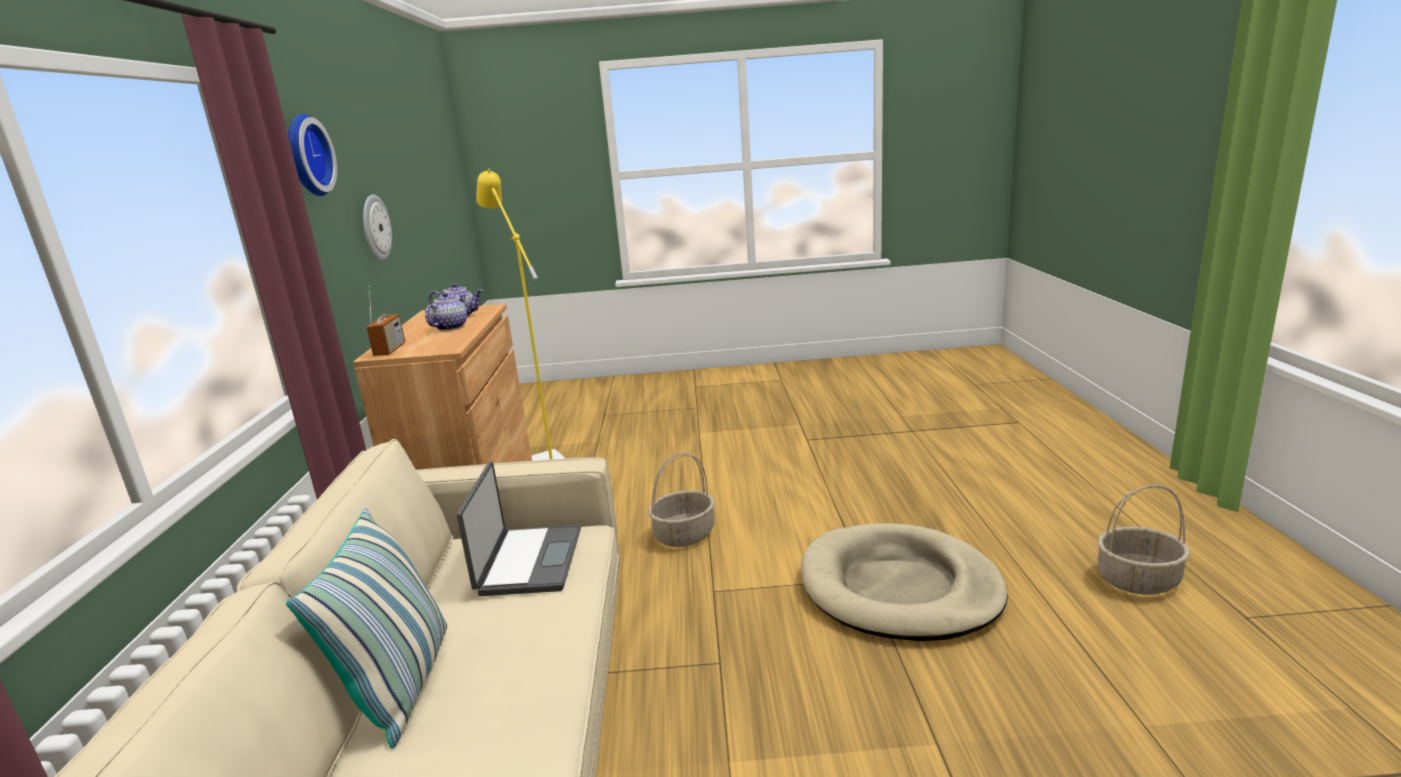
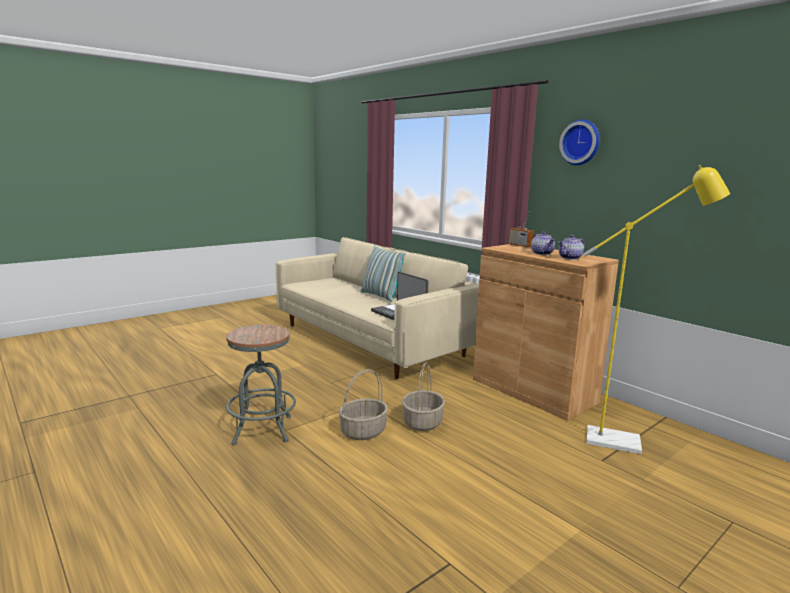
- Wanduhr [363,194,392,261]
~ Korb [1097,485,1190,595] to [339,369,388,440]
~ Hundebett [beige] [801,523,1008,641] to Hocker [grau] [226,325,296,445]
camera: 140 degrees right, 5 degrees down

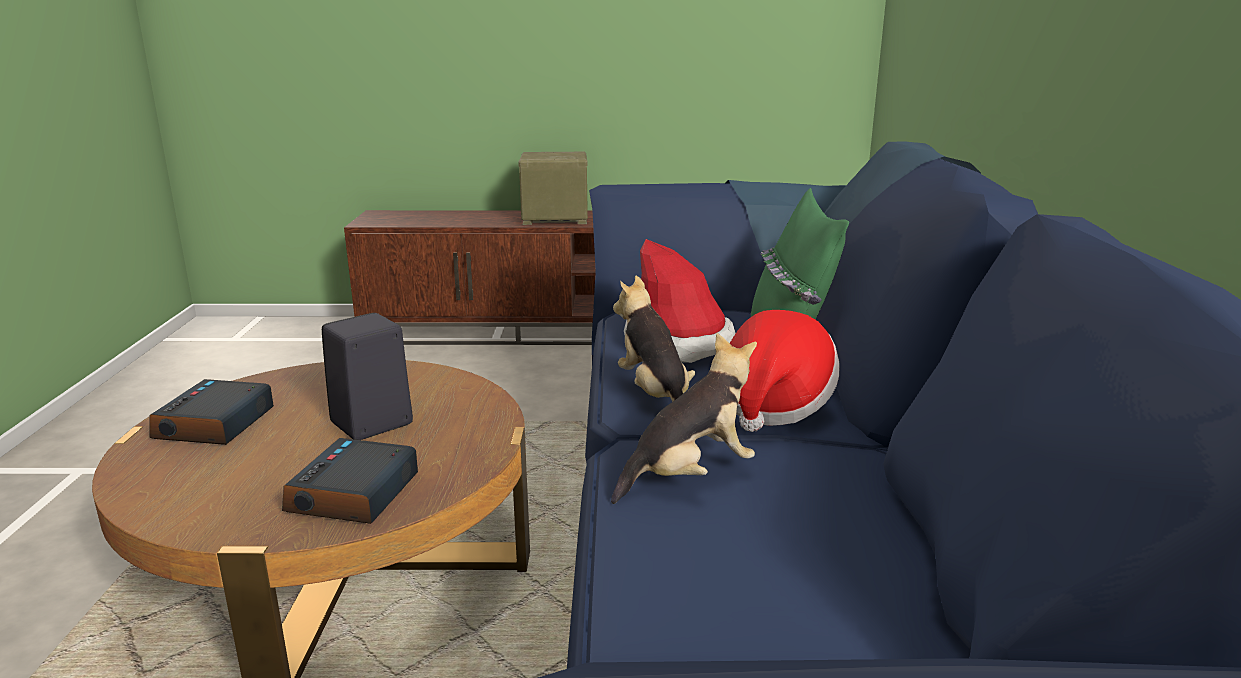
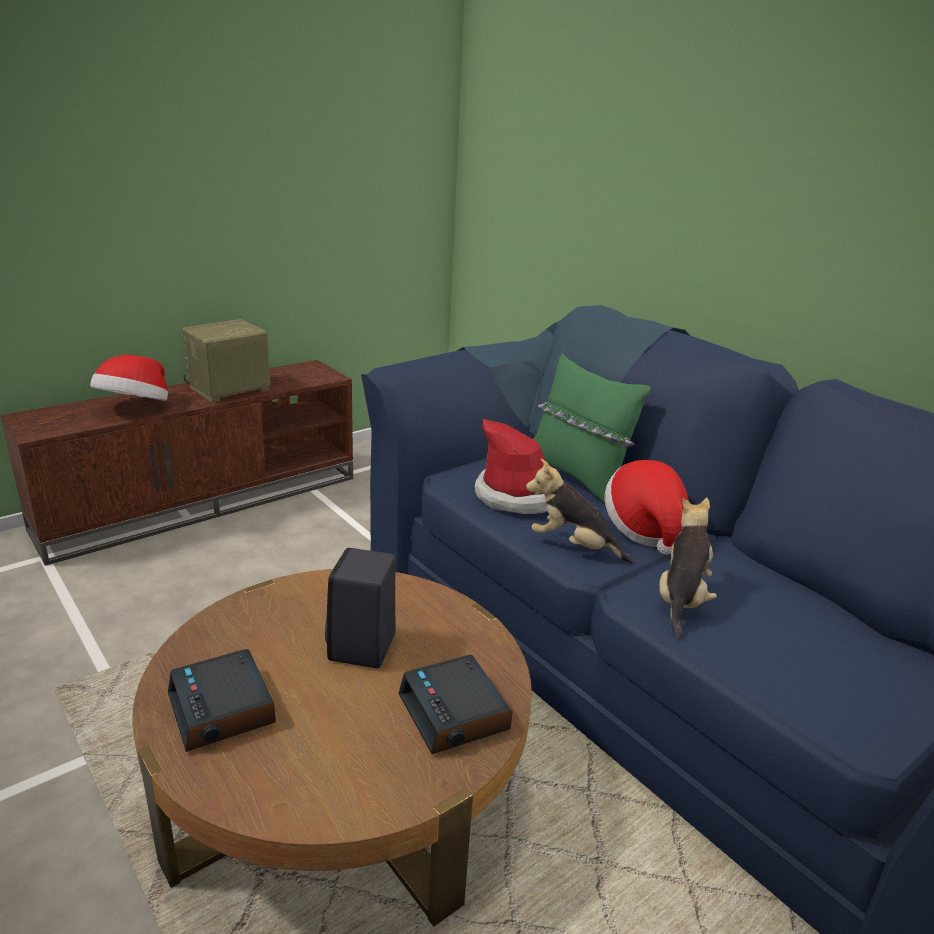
+ Hut [90,355,168,401]
camera: 40 degrees left, 5 degrees up

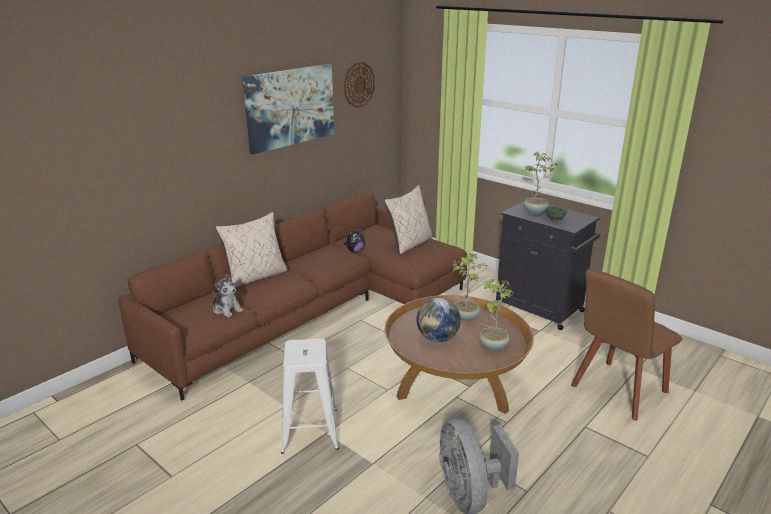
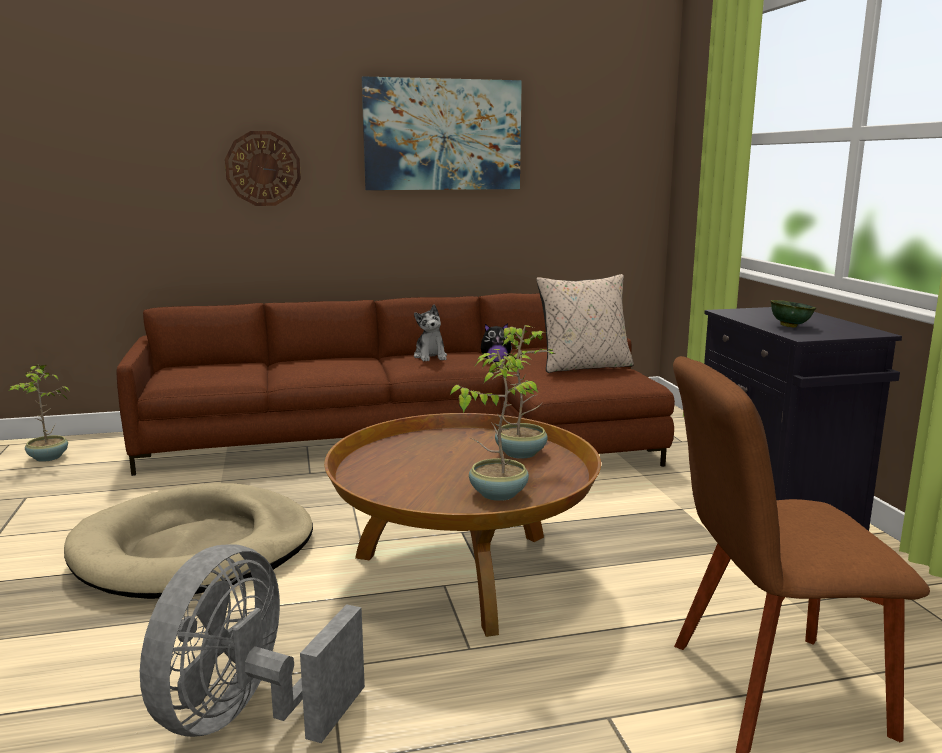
~ Wanduhr [344,62,375,108] to [225,131,301,206]
~ Topfpflanze [524,152,557,214] to [9,363,69,462]
- Kissen [beige] [216,212,288,288]
~ Plüschtier [212,274,243,318] to [414,305,447,362]
- Globus [417,297,461,342]
~ Hocker [weiß] [281,338,339,454] to Hundebett [beige] [64,483,313,599]
camera: 35 degrees right, 10 degrees down

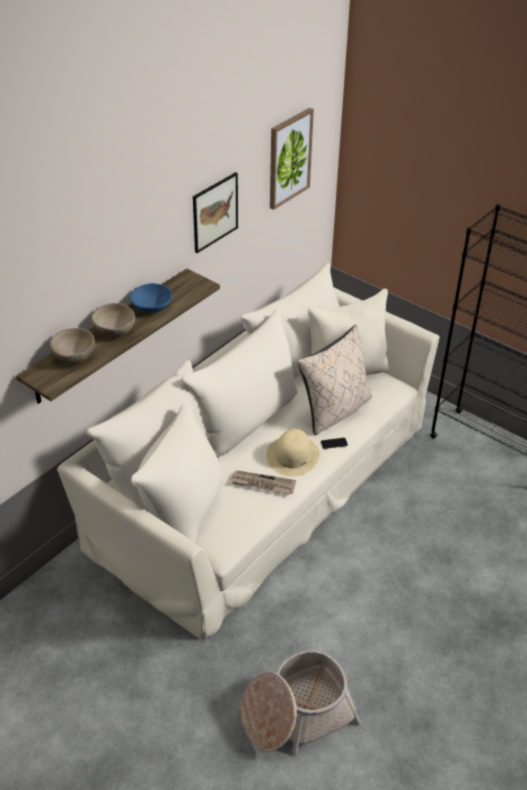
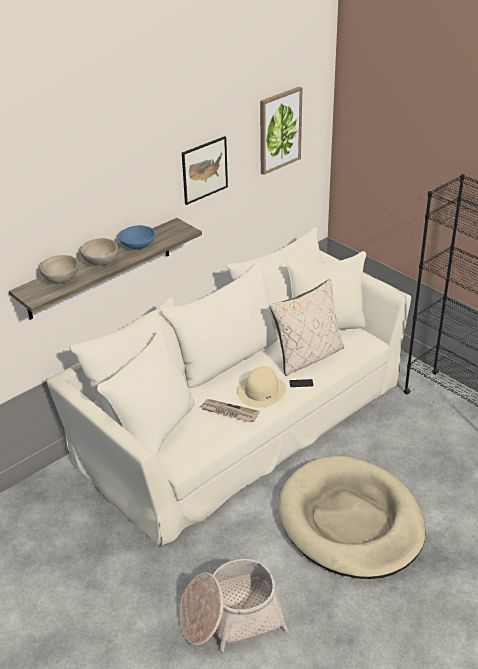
+ Hundebett [beige] [278,455,426,579]
camera: 10 degrees right, 5 degrees down

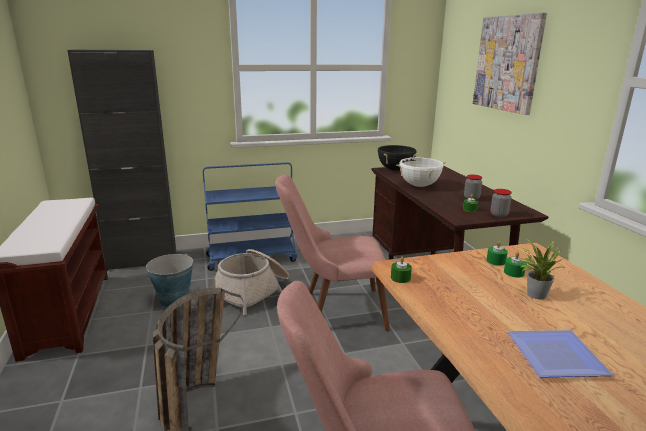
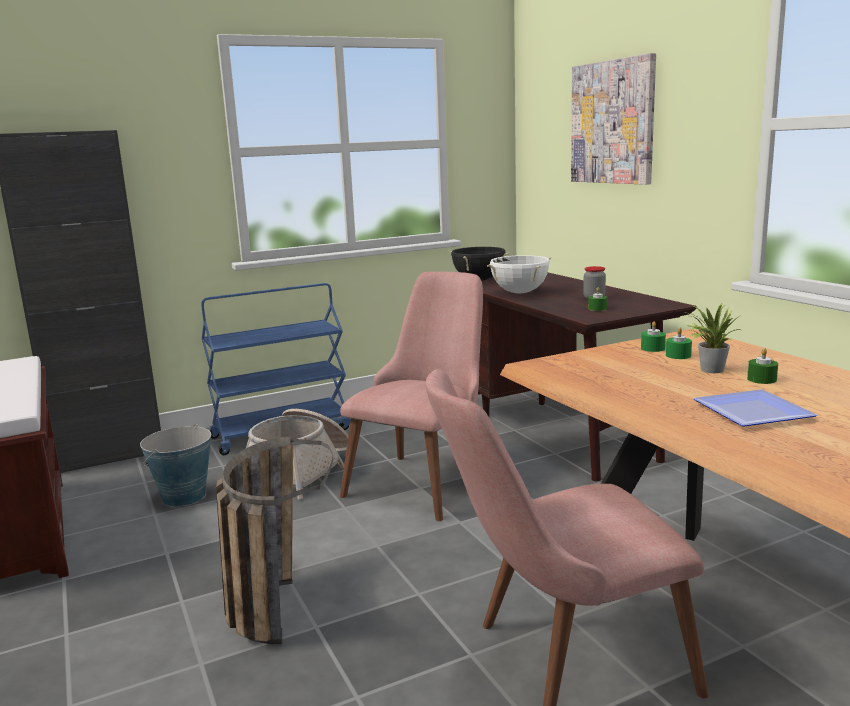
~ Stuhl [rosa] [275,174,390,332] = [340,271,483,521] 135 degrees clockwise
- Vorratsglas [491,189,512,217]
~ Kerze [grün] [391,257,412,283] to [747,348,778,384]
camera: 10 degrees left, 5 degrees down

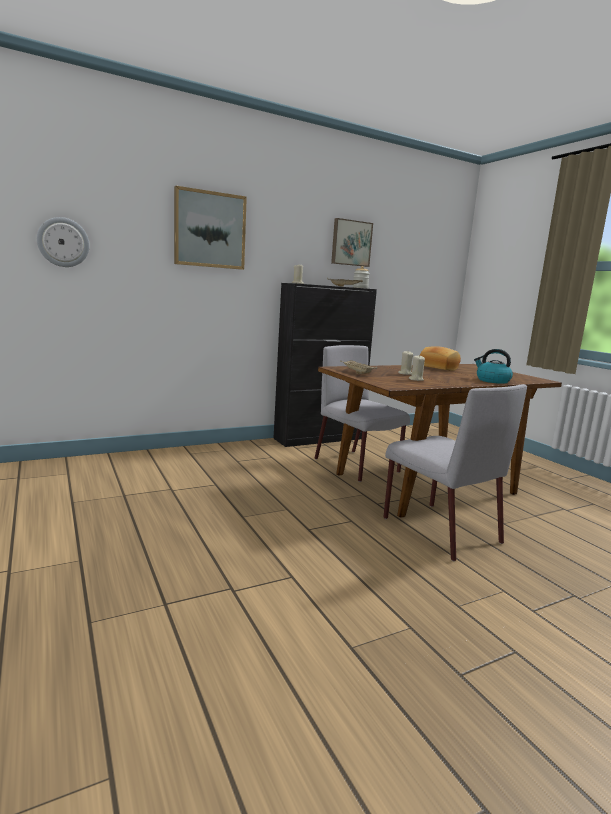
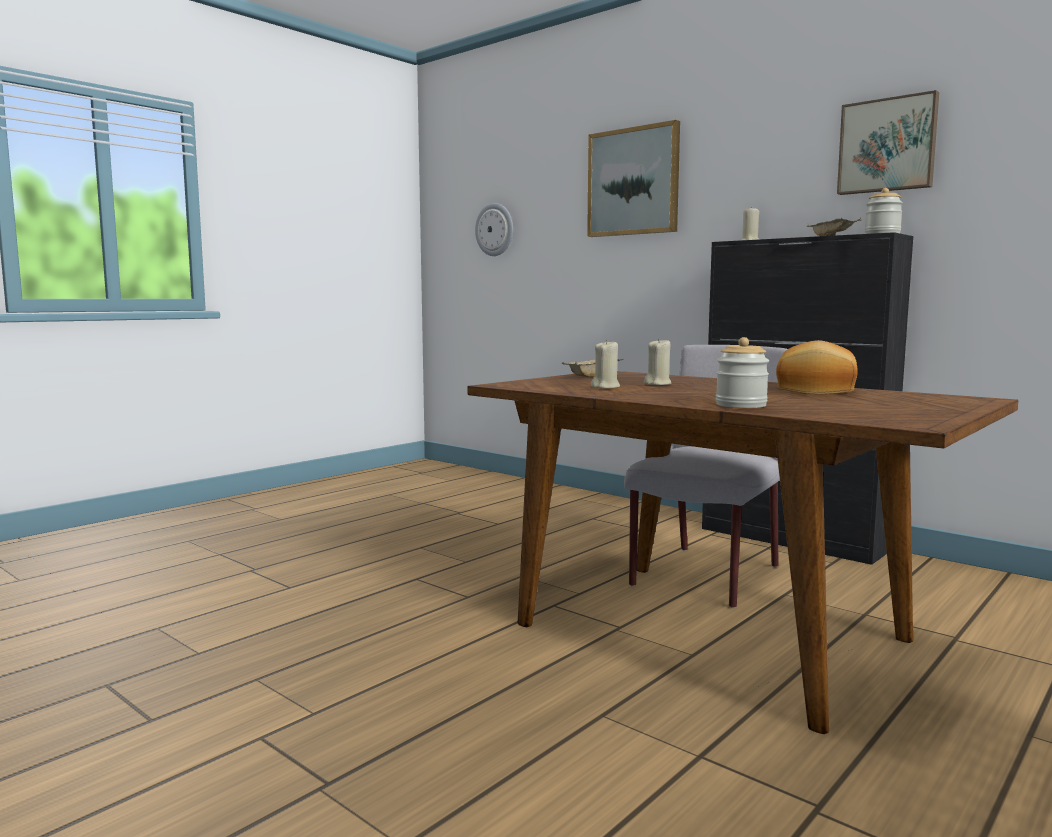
~ Wasserkessel [474,349,513,384] to Vorratsglas [716,337,769,408]
- Stuhl [grau] [383,384,527,561]
camera: 70 degrees right, 5 degrees down

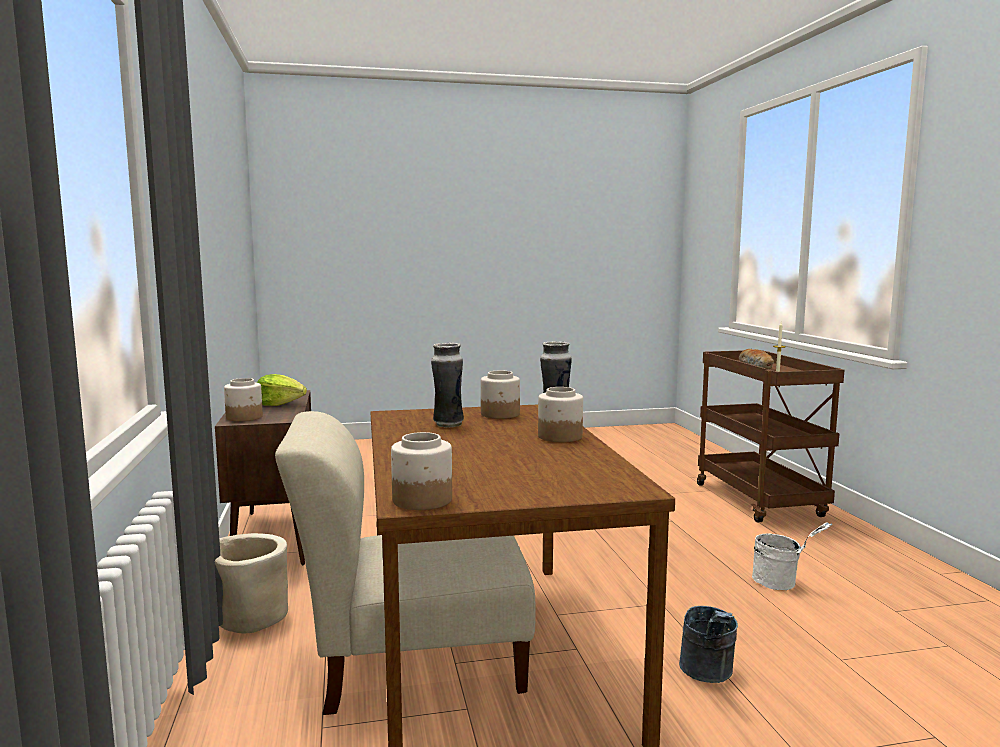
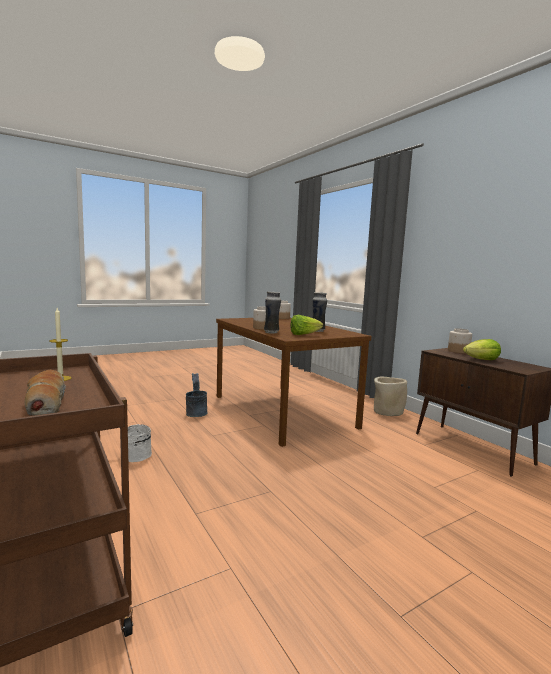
~ Vorratsglas [481,371,520,419] to Salatkopf [290,315,323,335]
- Stuhl [beige] [275,411,535,715]
camera: 160 degrees right, 0 degrees up

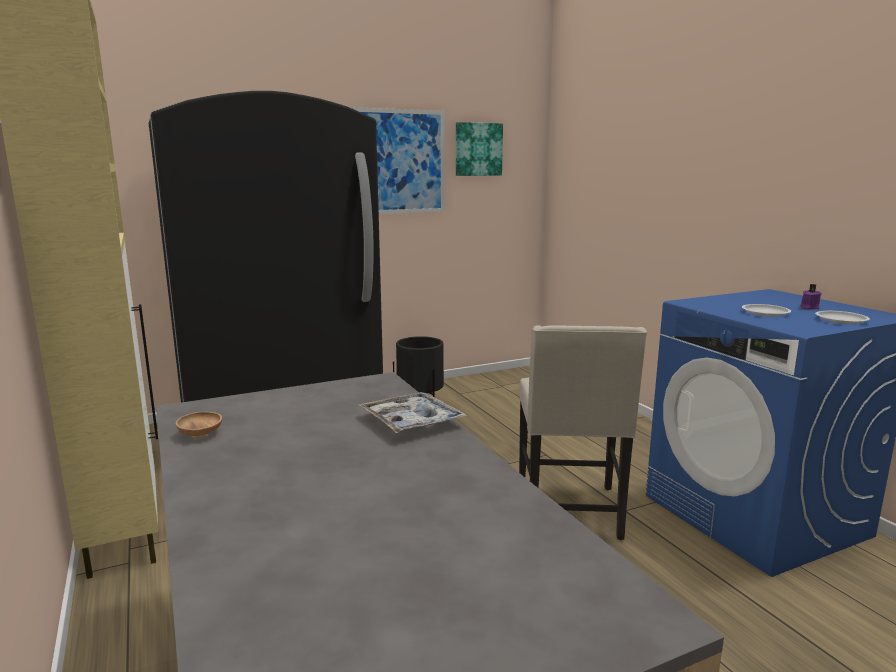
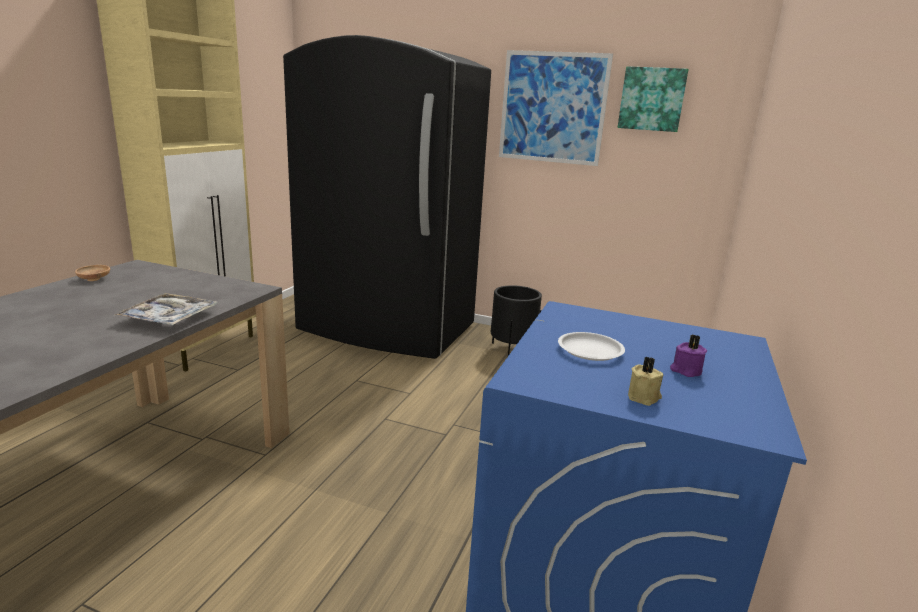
~ Teller [weiß] [815,311,870,324] to Kerze [beige] [628,357,663,406]
- Stuhl [beige] [519,325,647,540]
camera: 45 degrees right, 5 degrees up

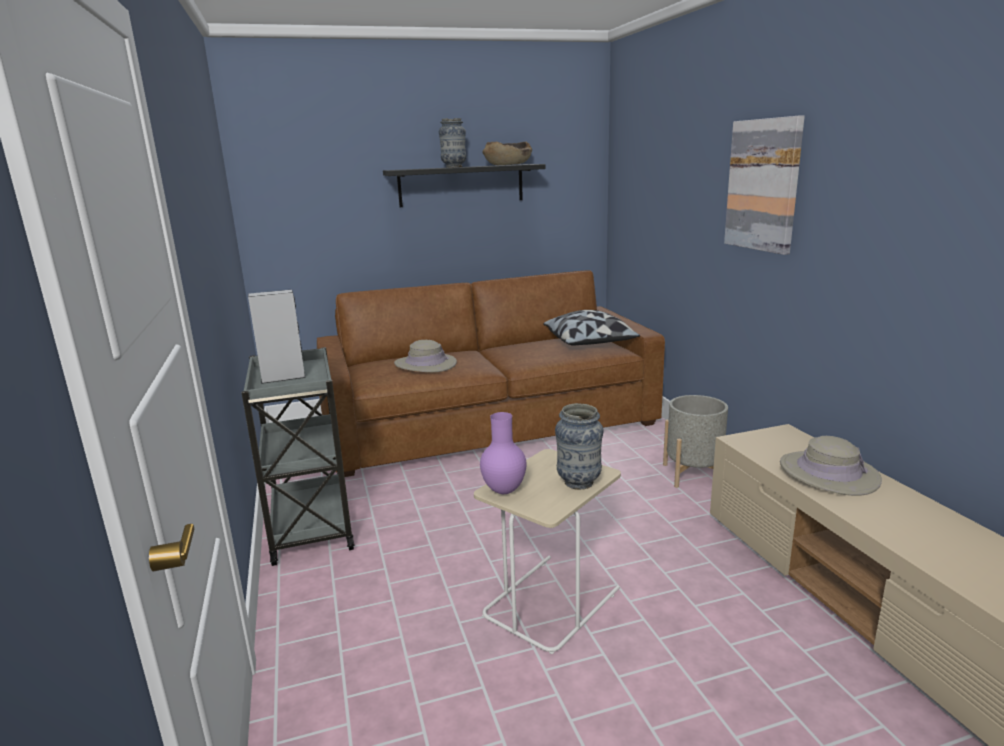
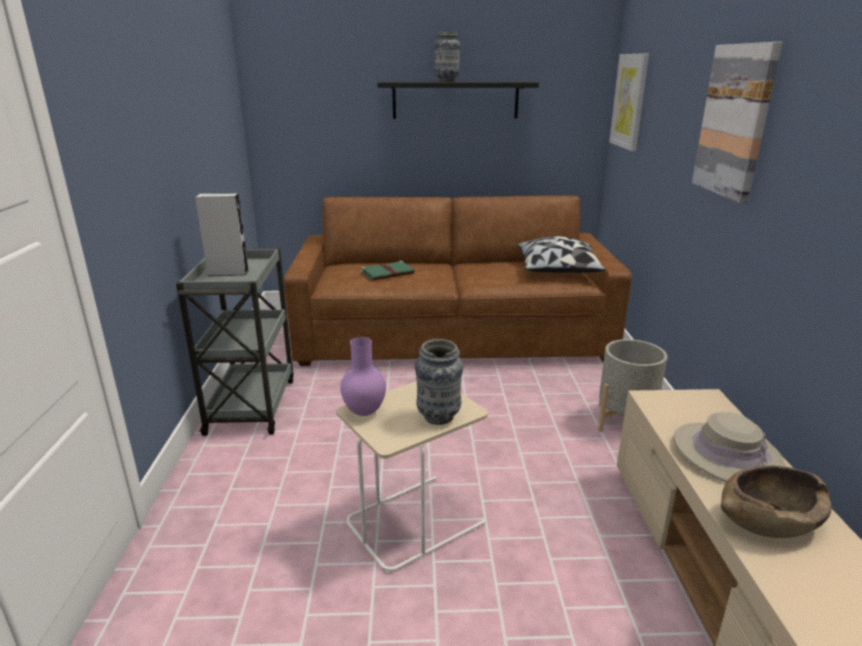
~ Schüssel [braun] [482,142,532,165] to [721,465,831,538]
~ Hut [beige] [394,340,457,372] to Buch [grün] [361,261,415,280]
+ Bild [609,53,649,151]
camera: 15 degrees right, 5 degrees up

